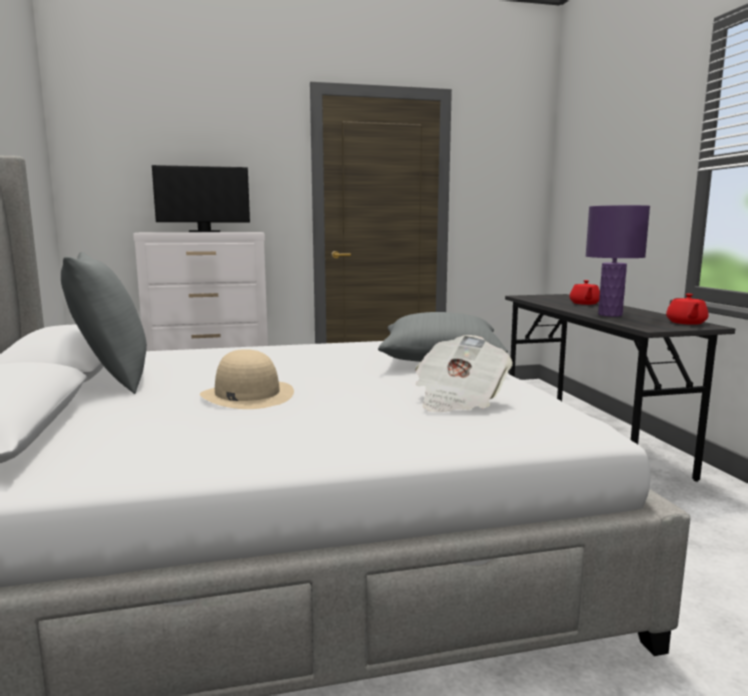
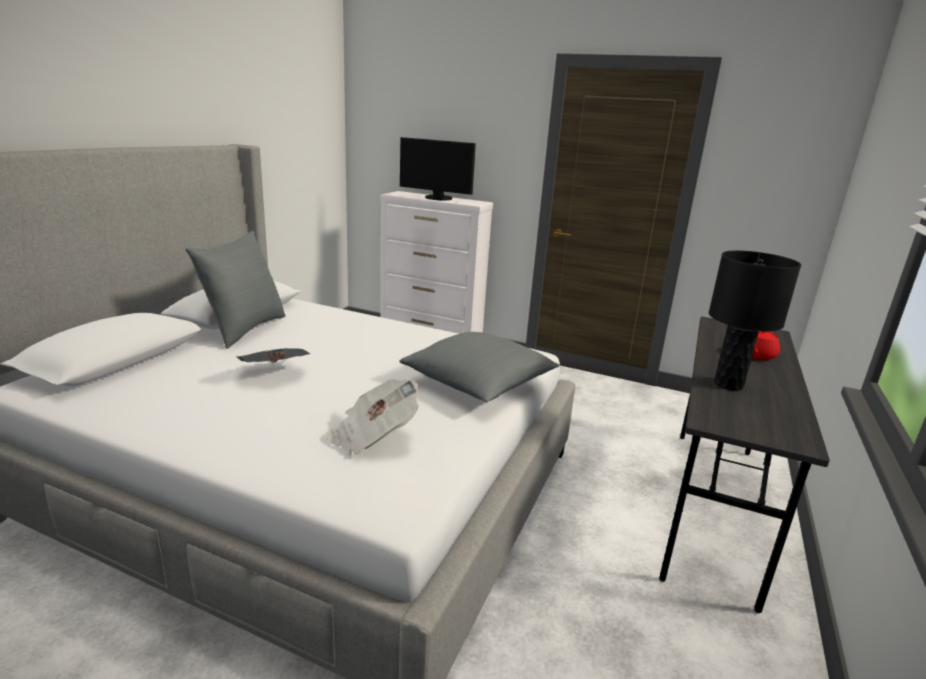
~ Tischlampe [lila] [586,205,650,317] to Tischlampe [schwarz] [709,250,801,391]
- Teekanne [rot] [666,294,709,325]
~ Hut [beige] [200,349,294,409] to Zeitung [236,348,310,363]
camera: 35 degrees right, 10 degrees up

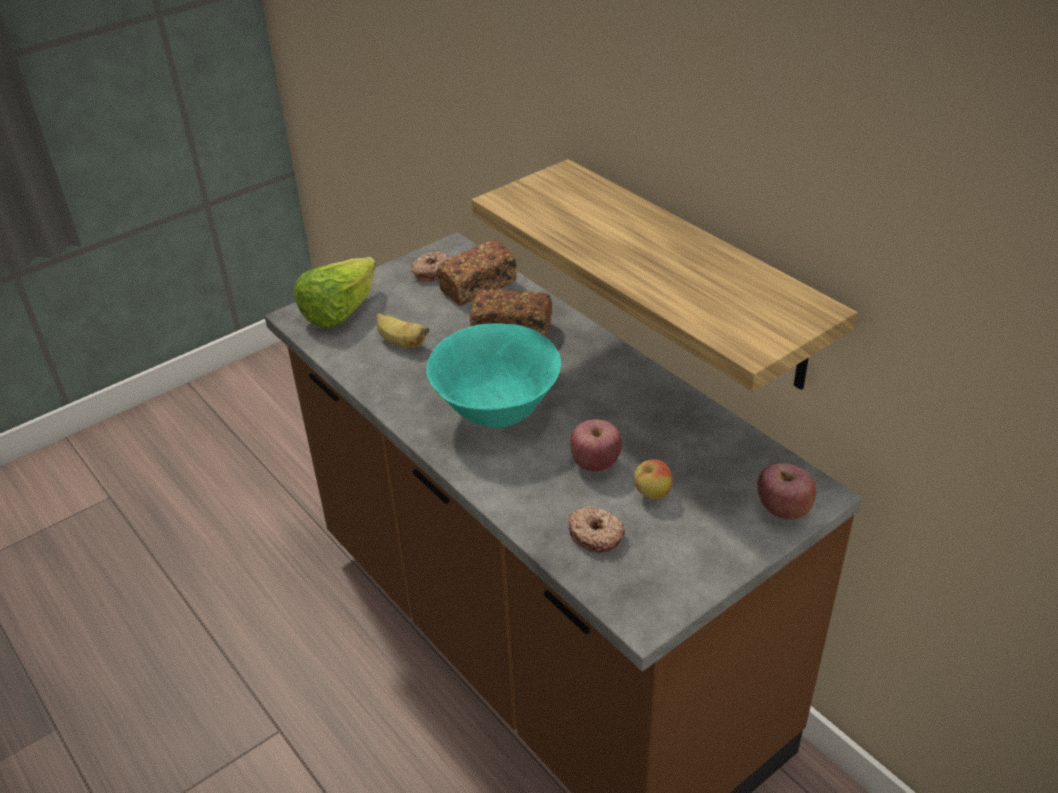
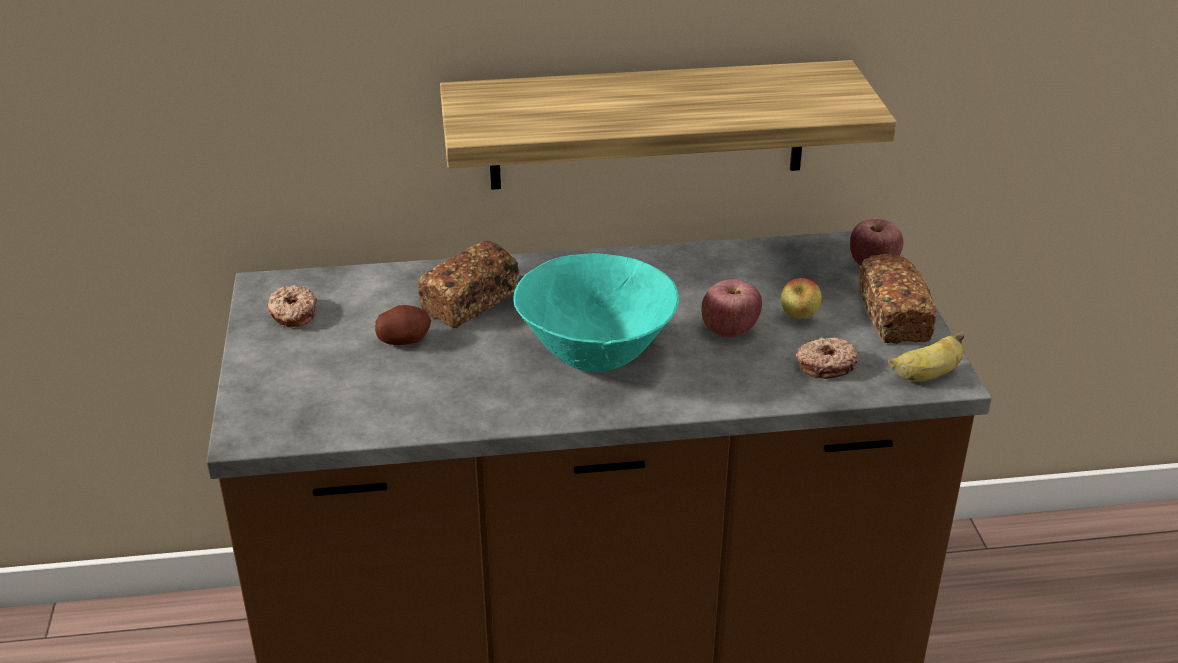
~ Brot [437,240,517,306] to [859,254,936,344]
- Salatkopf [294,257,376,328]
~ Banane [377,313,429,347] to [888,332,964,382]
+ Kartoffel [375,305,431,345]
camera: 60 degrees left, 5 degrees down

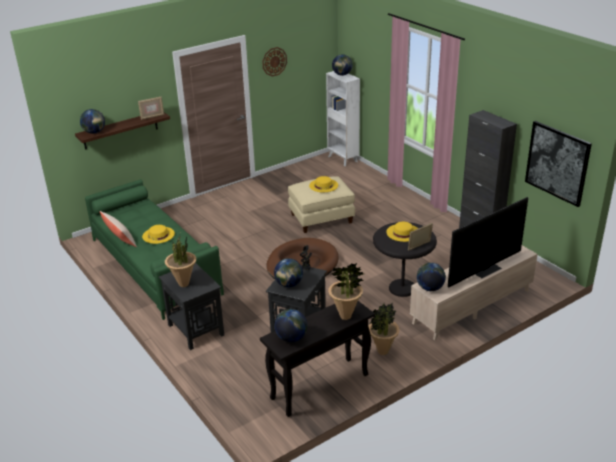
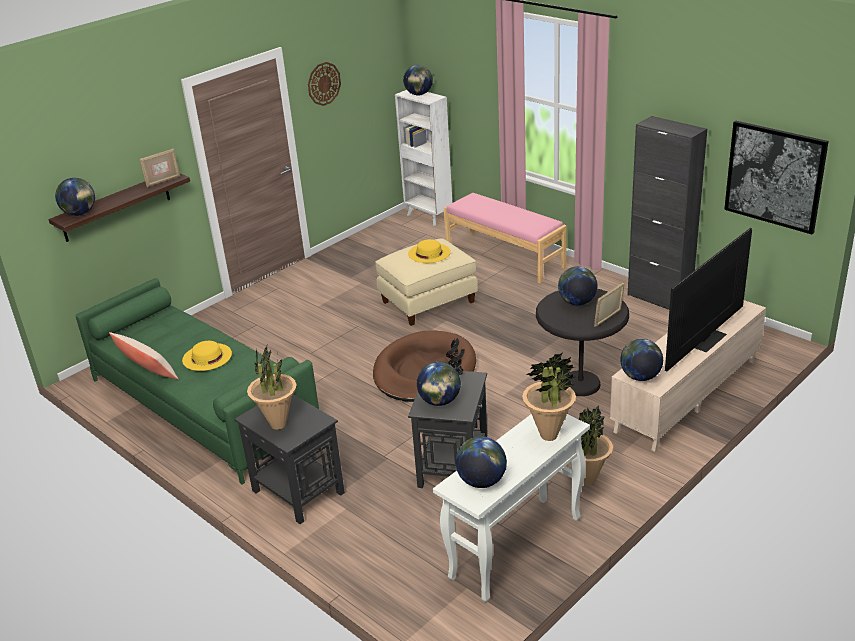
~ Hut [gelb] [386,222,418,242] to Globus [558,266,597,305]
~ Konsolentisch [schwarz] [260,301,375,417] to Konsolentisch [weiß] [433,414,590,602]
+ Bank [rosa] [444,193,567,283]
camera: 10 degrees left, 0 degrees up

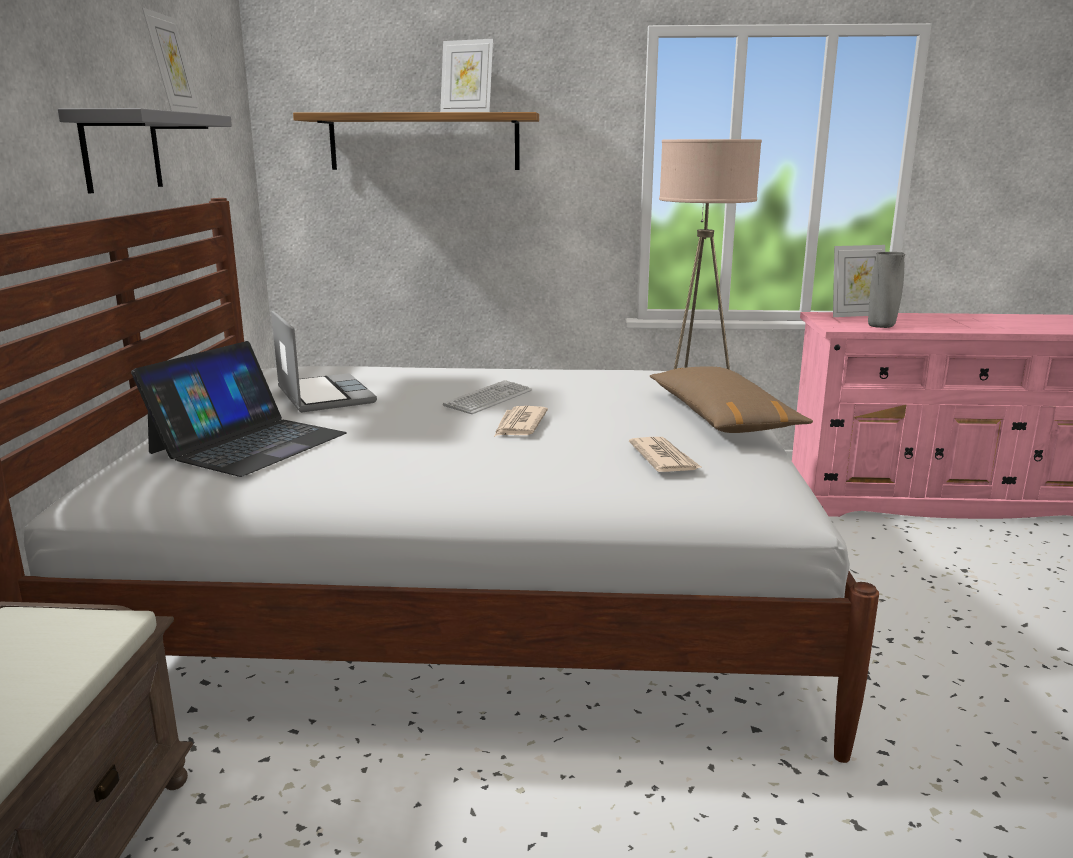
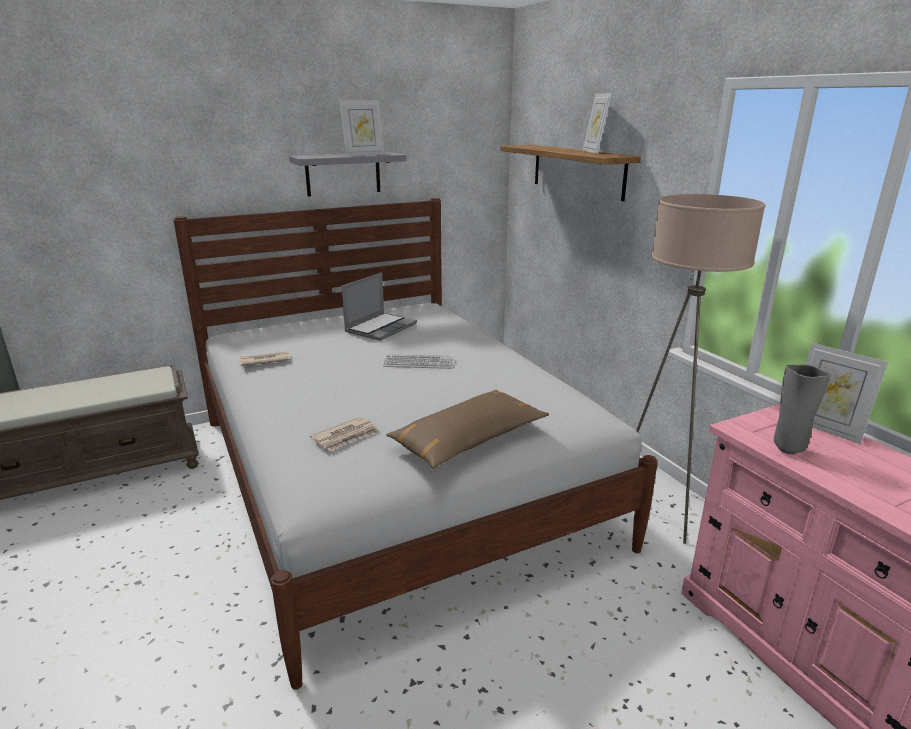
- Laptop [131,341,347,477]
~ Zeitung [494,406,548,437] to [239,351,290,366]
camera: 60 degrees right, 5 degrees up

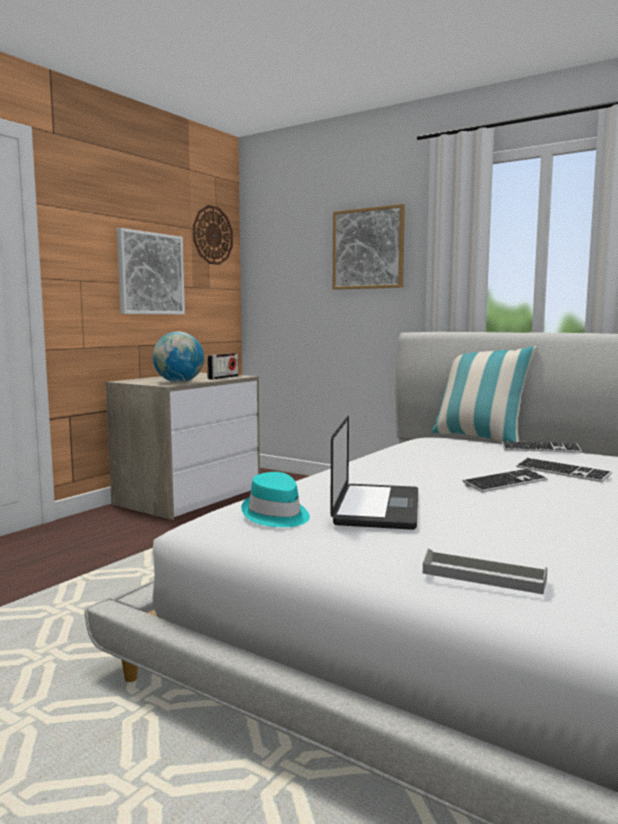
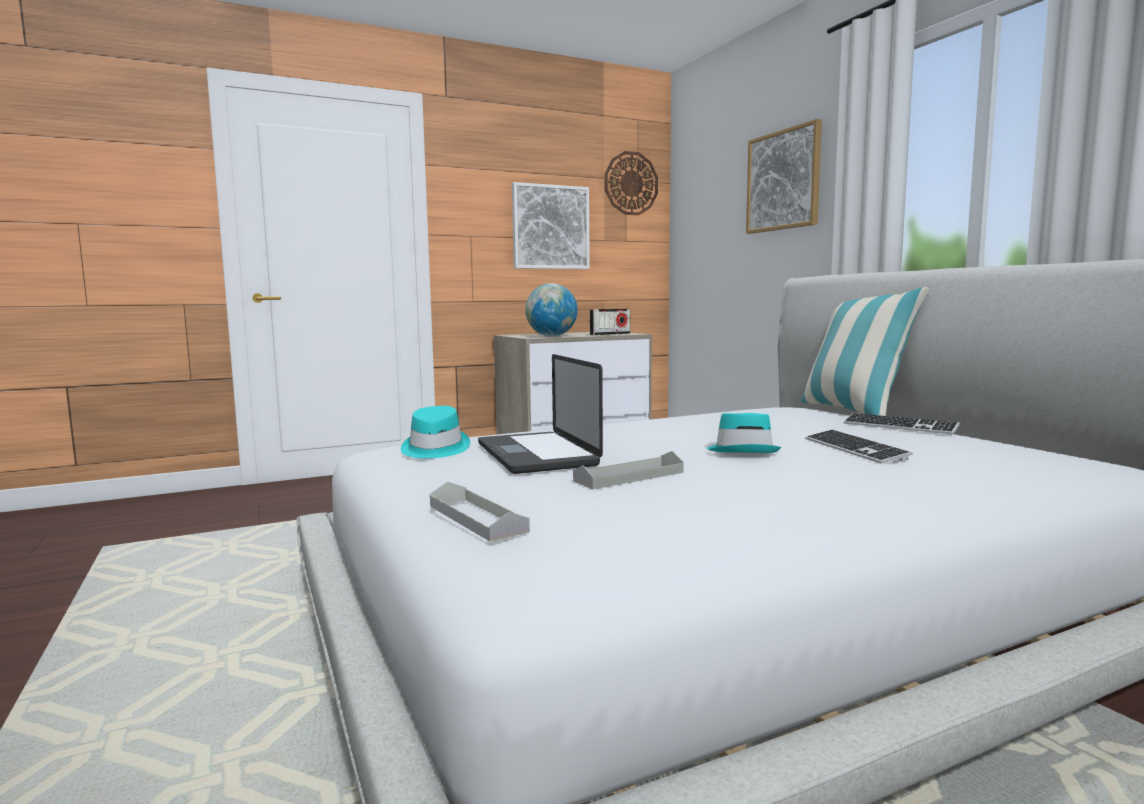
~ Laptop [330,415,418,530] = [478,354,603,474] 120 degrees clockwise
~ Tastatur [462,469,548,492] to Hut [türkis] [707,413,781,453]
+ Tablett [grau] [573,451,683,489]
camera: 30 degrees right, 0 degrees up

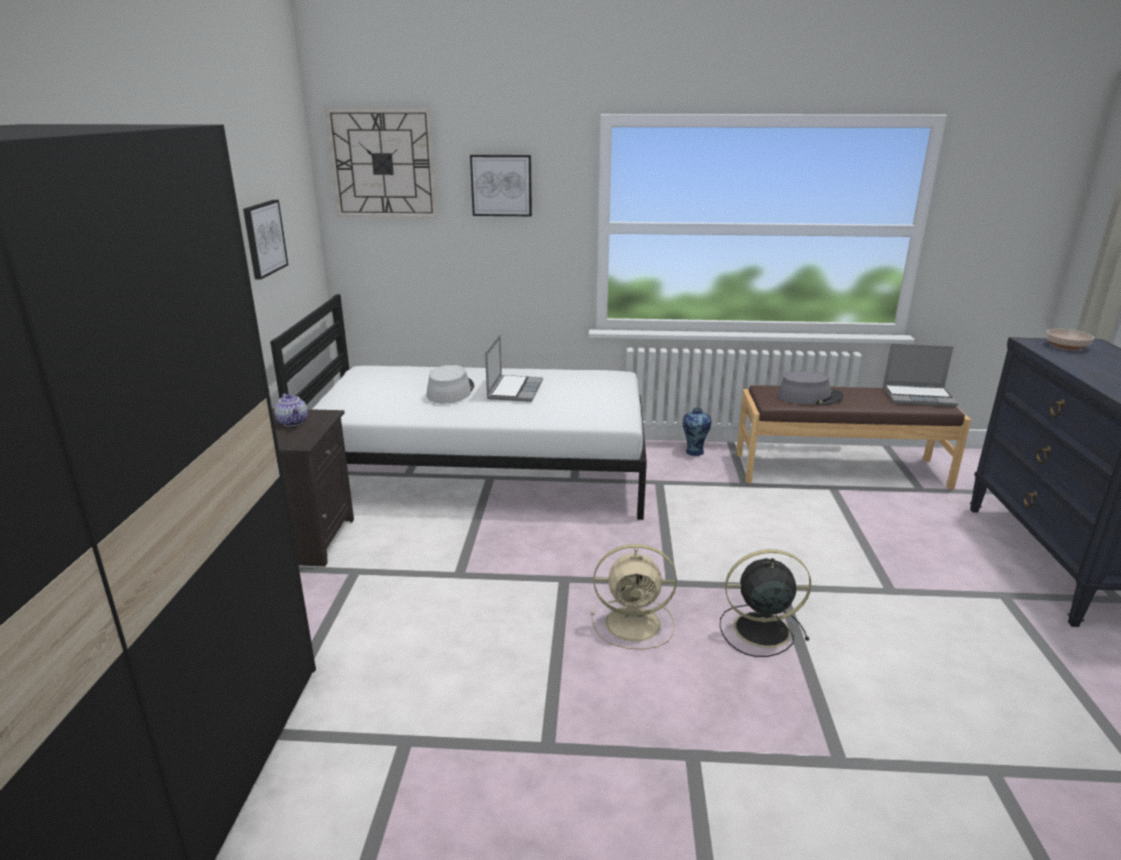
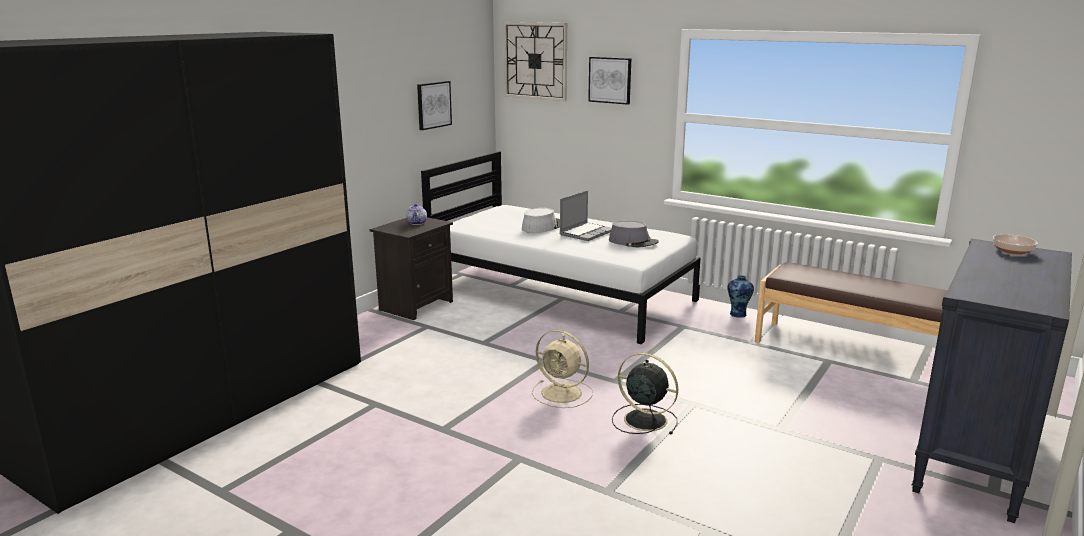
- Laptop [883,344,959,407]
~ Hut [grau] [777,371,844,405] to [609,221,659,248]
camera: 30 degrees right, 5 degrees down

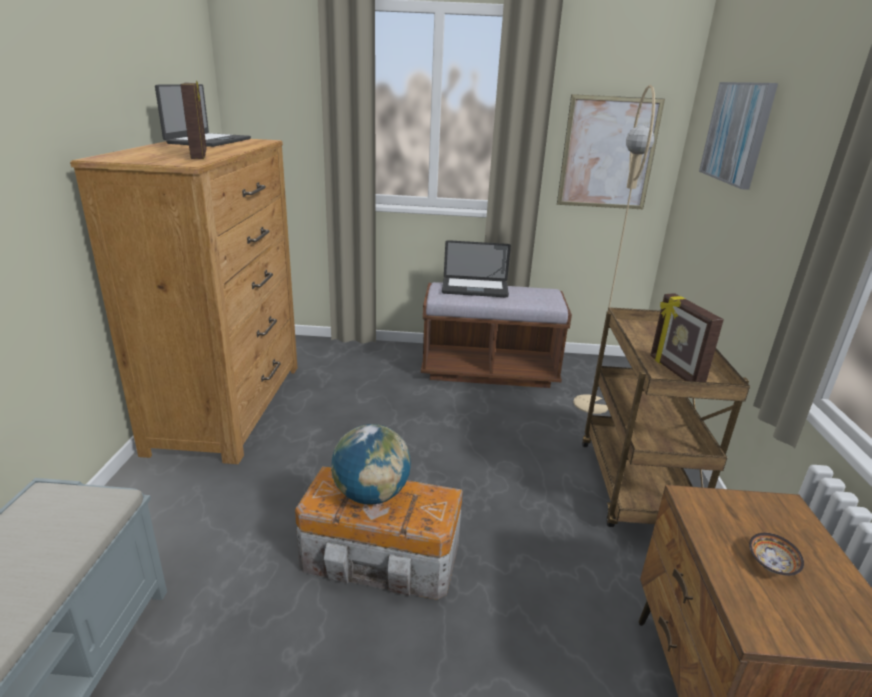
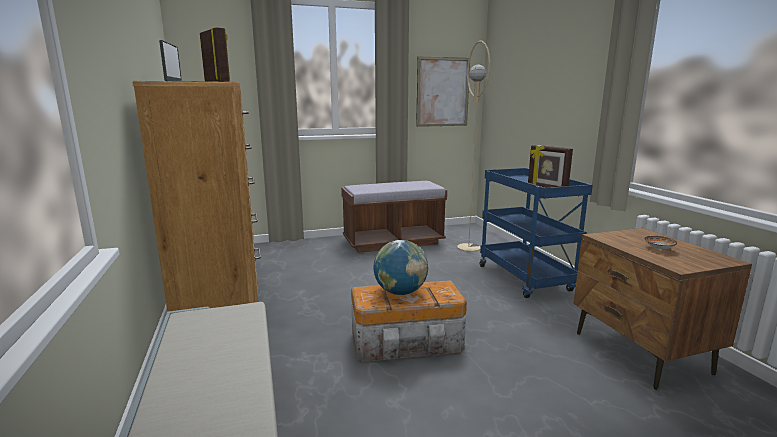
- Bild [699,82,778,190]
- Laptop [442,240,511,297]
~ Rollwagen [braun] [582,307,750,527] to Rollwagen [blau] [480,168,593,298]
camera: 20 degrees left, 10 degrees down

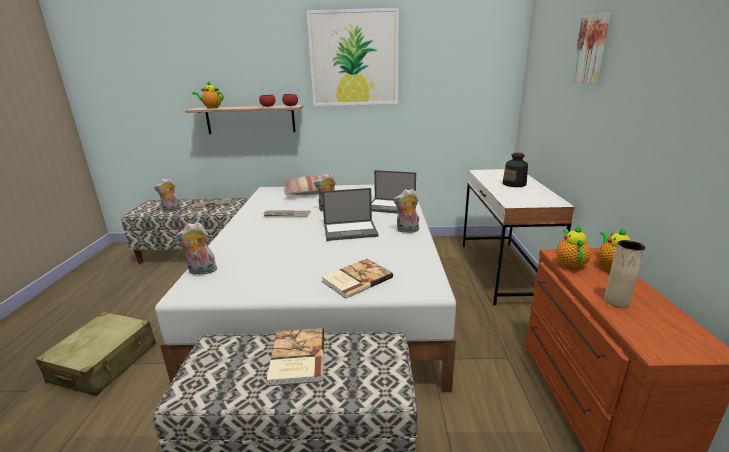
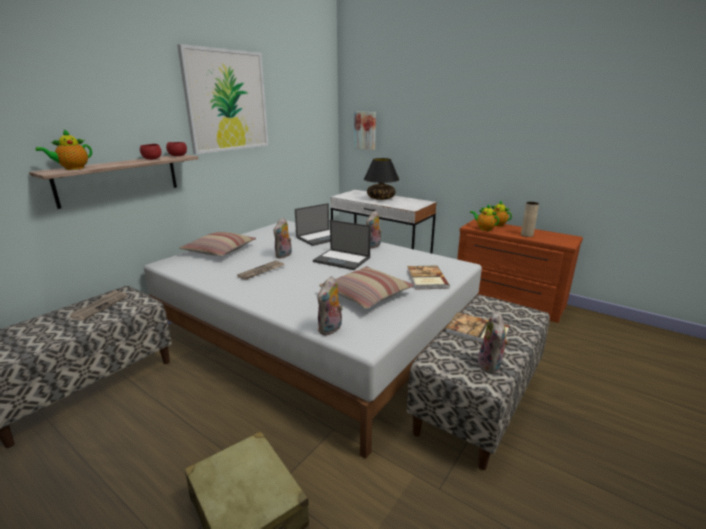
~ Bild [571,12,611,84] to [354,112,376,150]
~ Flasche [503,152,528,187] to Tischlampe [schwarz] [364,158,399,200]
~ Plüschtier [154,178,181,212] to [477,311,509,374]
~ Laptop [322,188,379,241] = [313,220,371,270] 90 degrees clockwise
+ Kissen [319,266,414,309]
camera: 55 degrees left, 0 degrees up

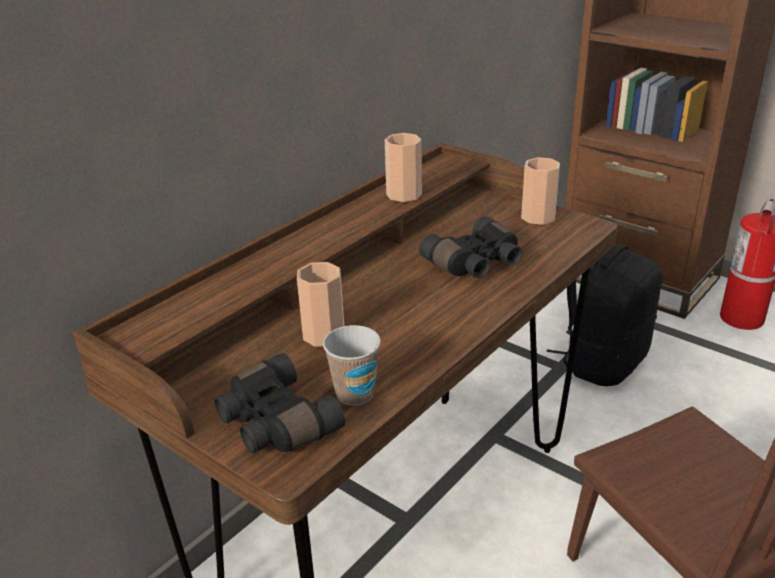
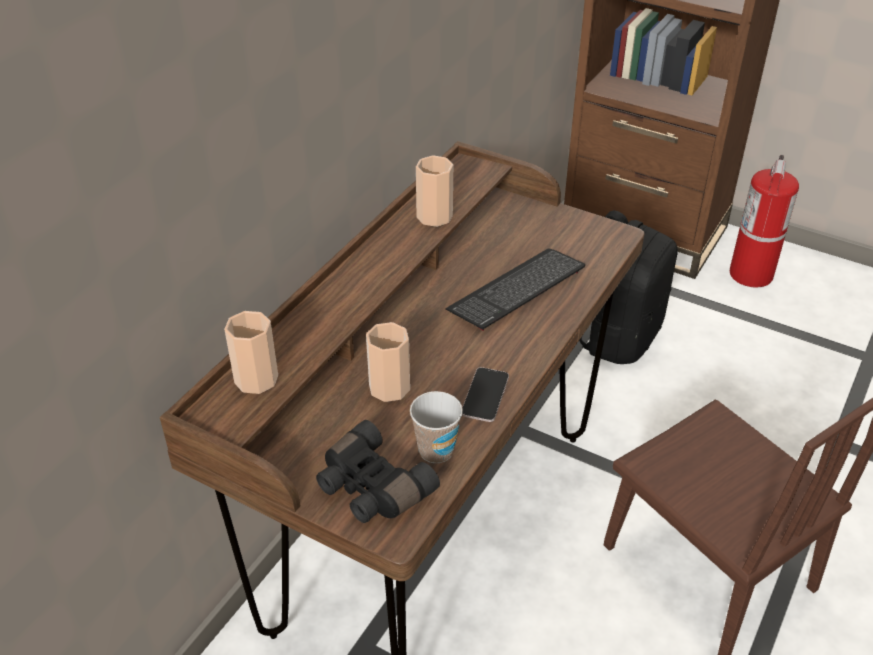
~ Tasse [521,157,560,225] to [224,311,278,394]
~ Fernglas [schwarz] [419,216,522,278] to Tastatur [445,248,585,331]
+ Handy [462,367,509,422]
camera: 10 degrees left, 10 degrees up

